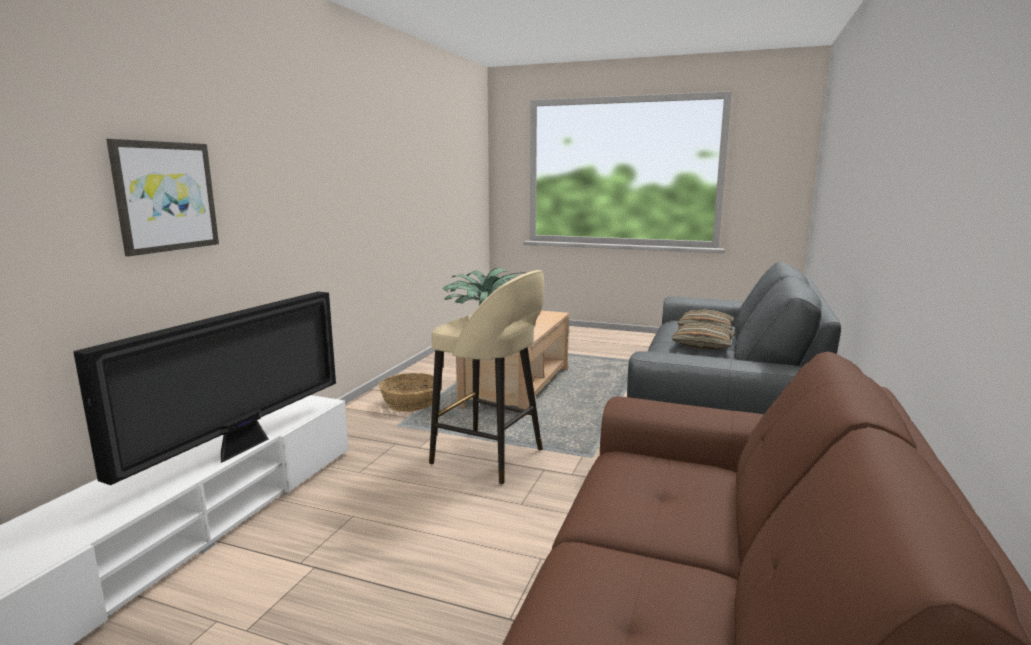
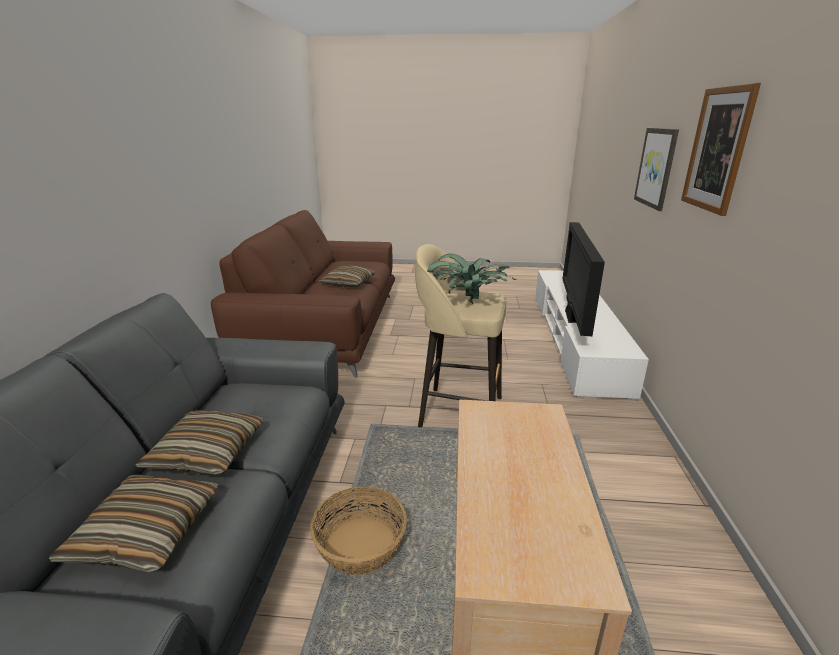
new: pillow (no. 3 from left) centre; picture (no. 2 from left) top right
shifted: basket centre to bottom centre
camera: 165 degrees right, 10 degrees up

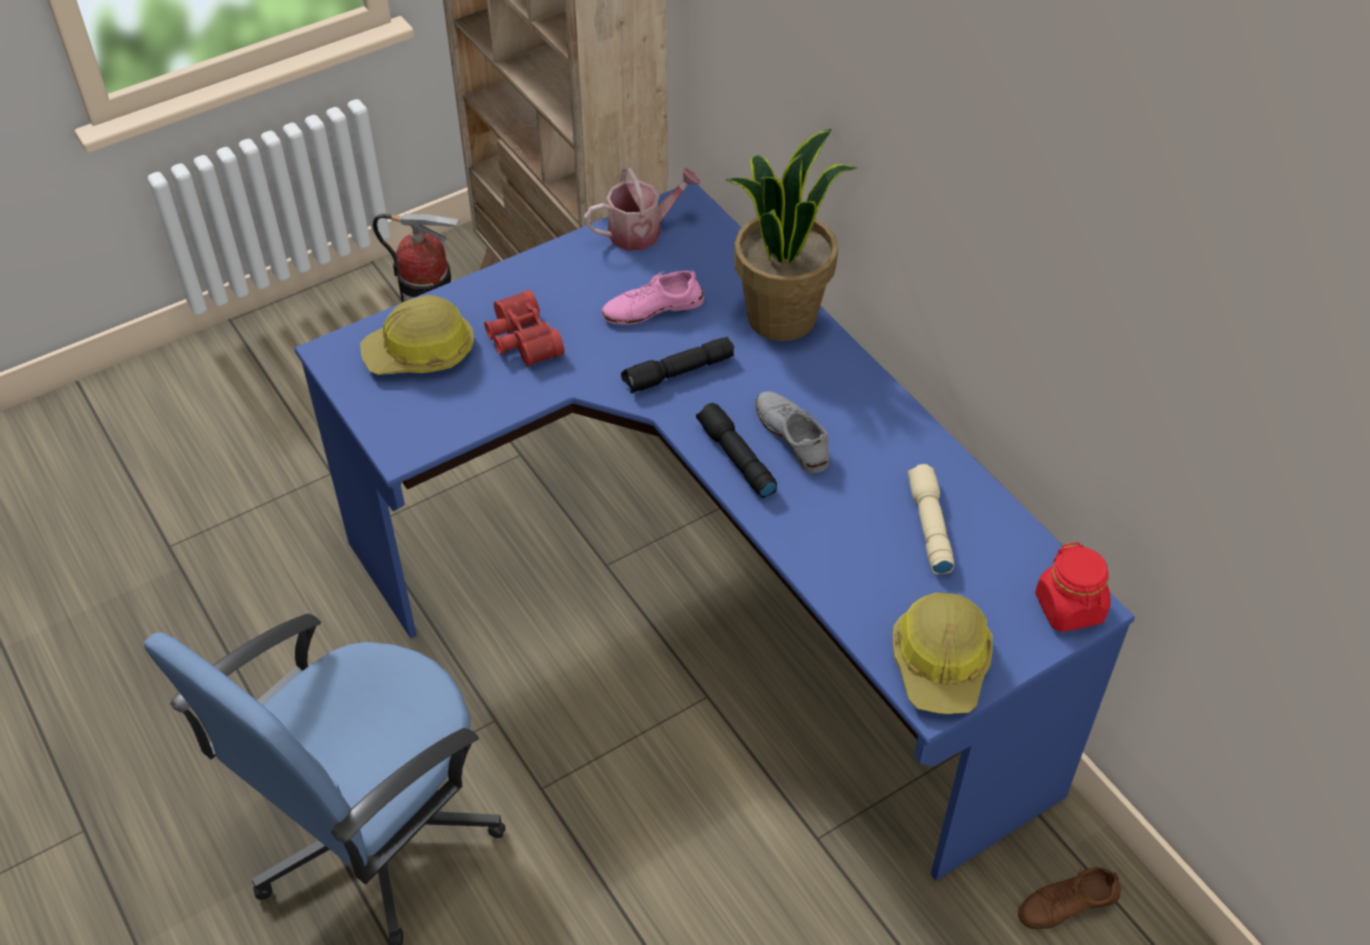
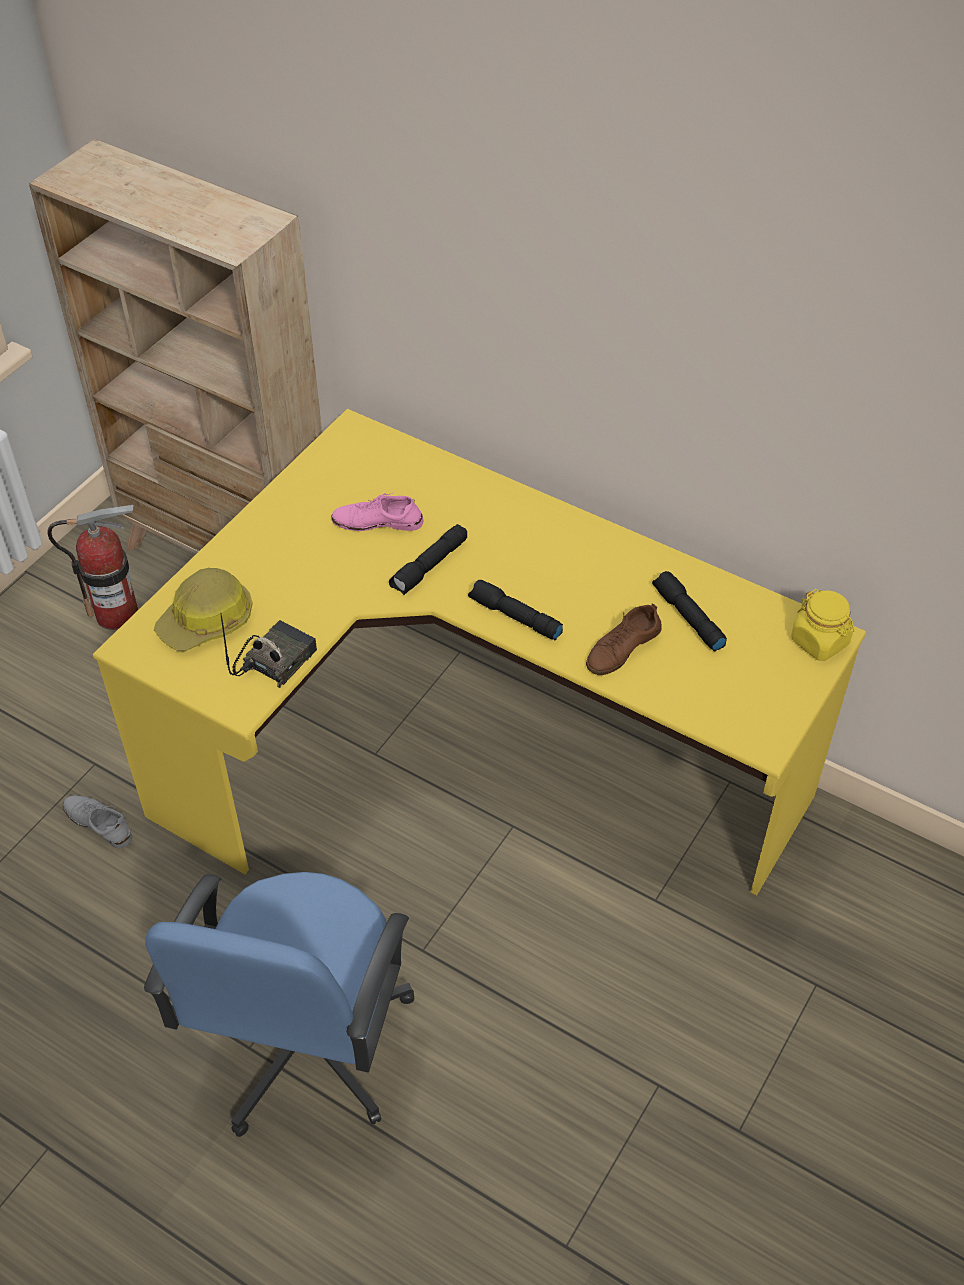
gone: binoculars (red) centre; watering can top centre; potted plant top centre; hard hat (no. 2 from left) bottom right
new: radio middle left
shifted: shoe (grey) centre to middle left; shoe (brown) bottom right to centre
repainted: desk (blue) centre to desk (yellow) centre; flashlight (beige) middle right to flashlight (black) (no. 3 from left) middle right; jar (red) middle right to jar (yellow) middle right
rotated: shoe (pink) top centre = centre 45 degrees clockwise
camera: 25 degrees left, 0 degrees up

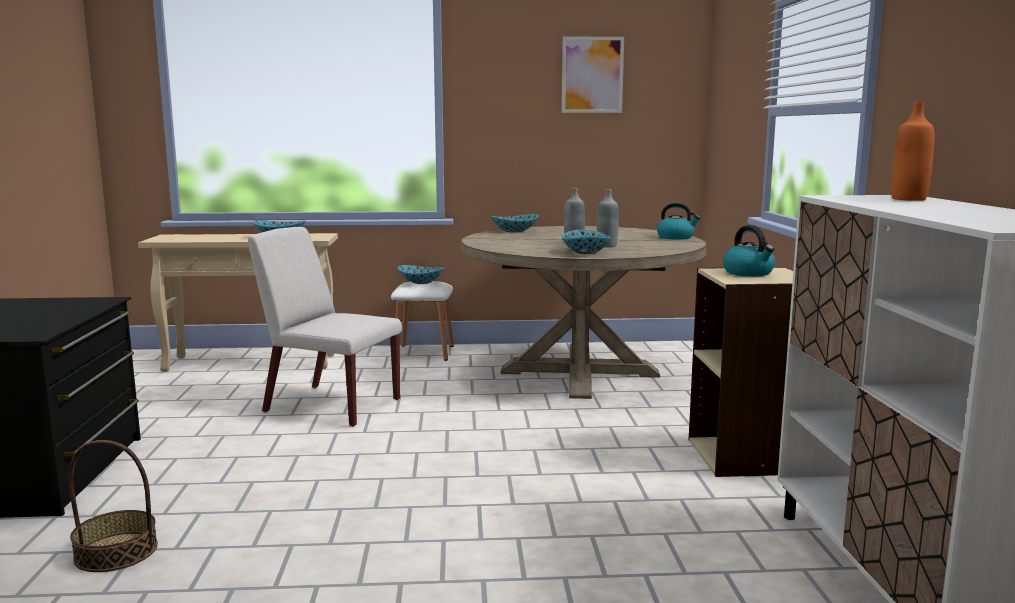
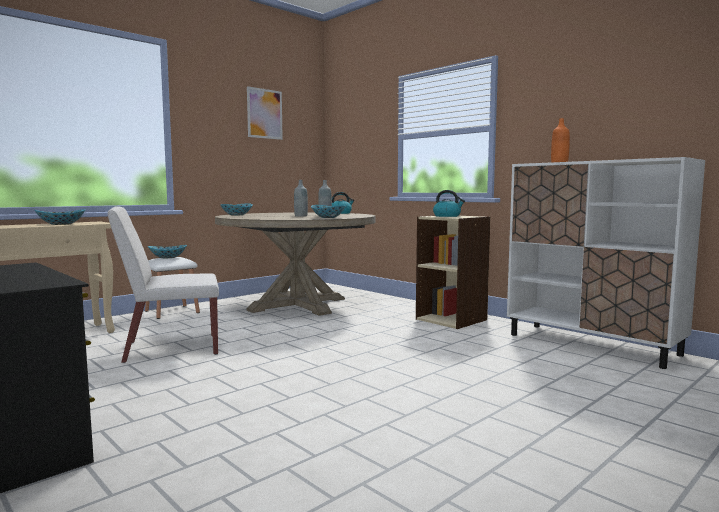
gone: basket bottom left
camera: 40 degrees left, 5 degrees down

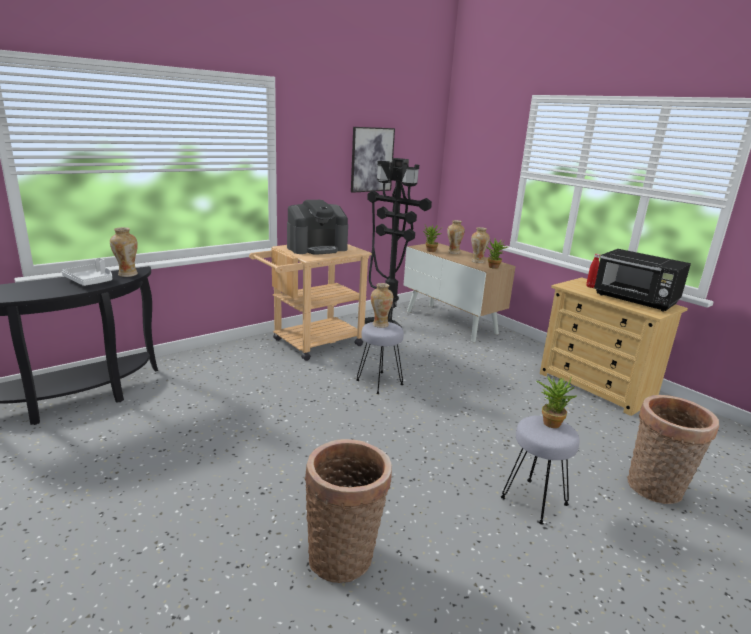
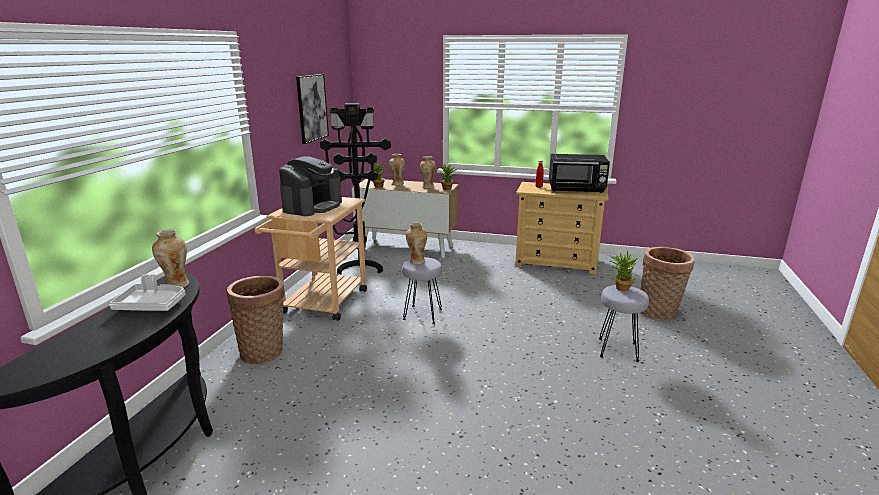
shifted: basket (no. 1 from left) bottom centre to middle left
camera: 35 degrees left, 0 degrees up

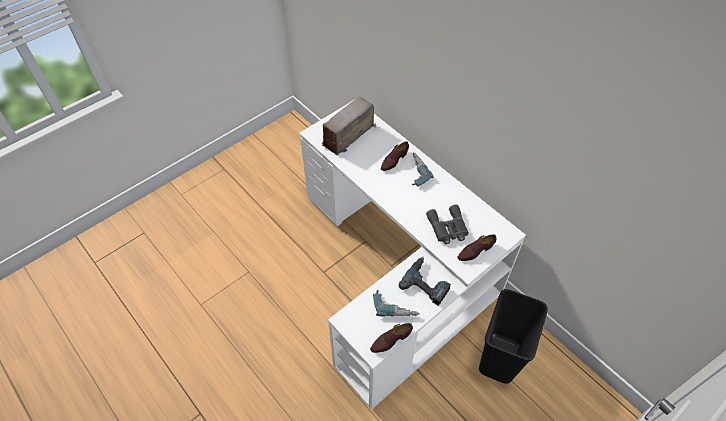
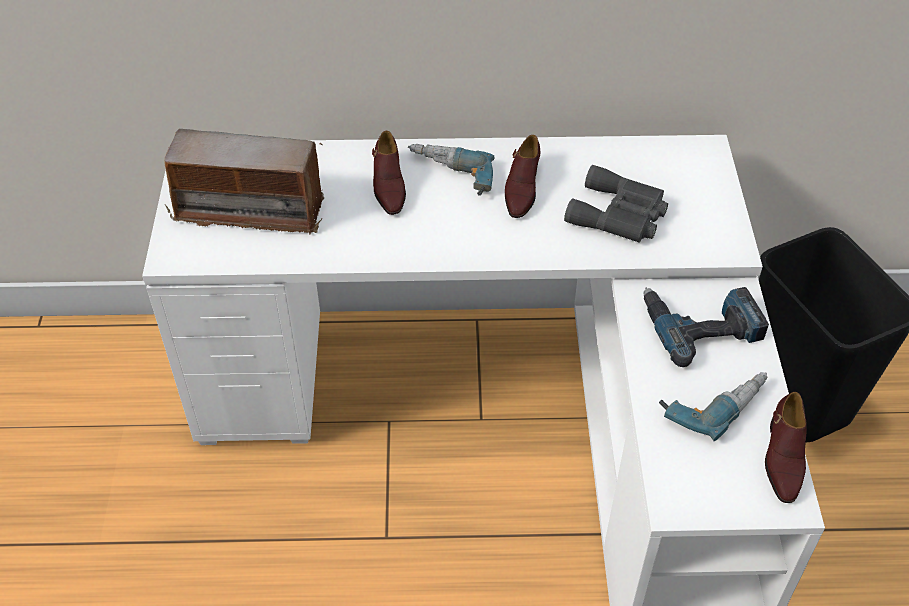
shifted: shoe (brown) (no. 3 from left in the first image) centre to shoe (brown) (no. 2 from left) top centre
rotated: radio top centre = top left 75 degrees counterclockwise
camera: 50 degrees left, 5 degrees down

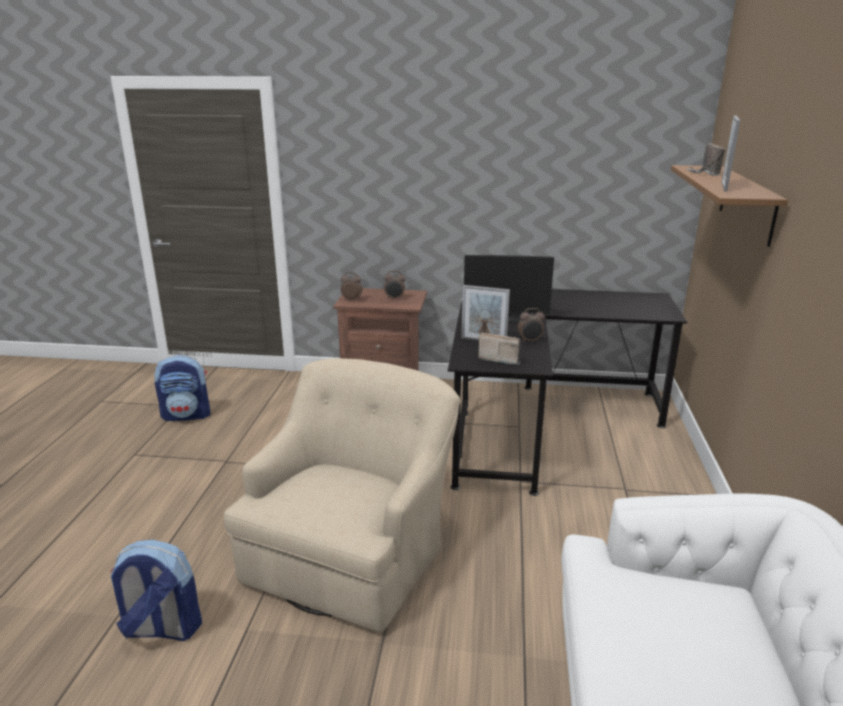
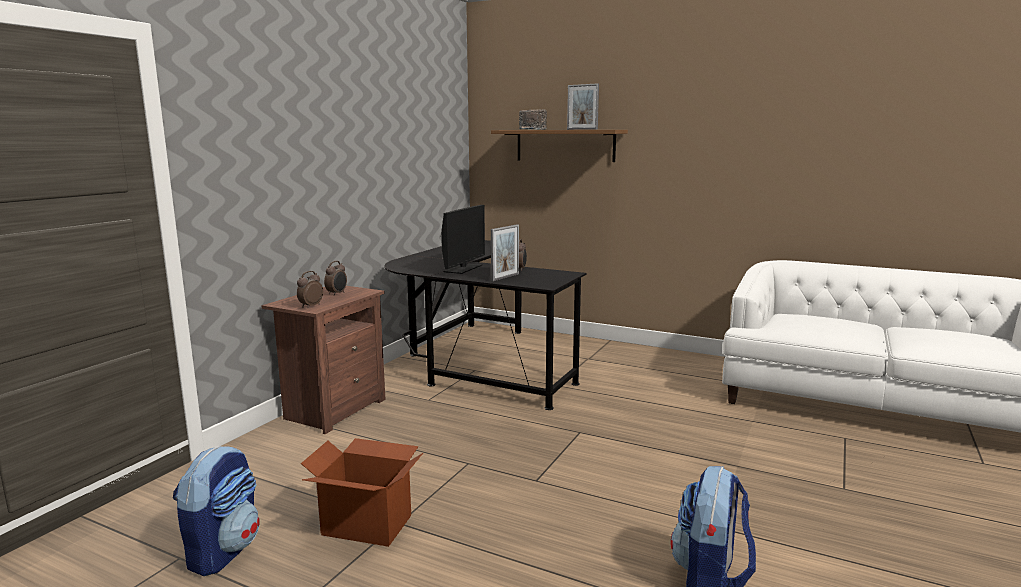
gone: armchair (beige) bottom centre; radio (no. 1 from left) centre
new: cardboard box bottom centre
camera: 70 degrees left, 10 degrees down

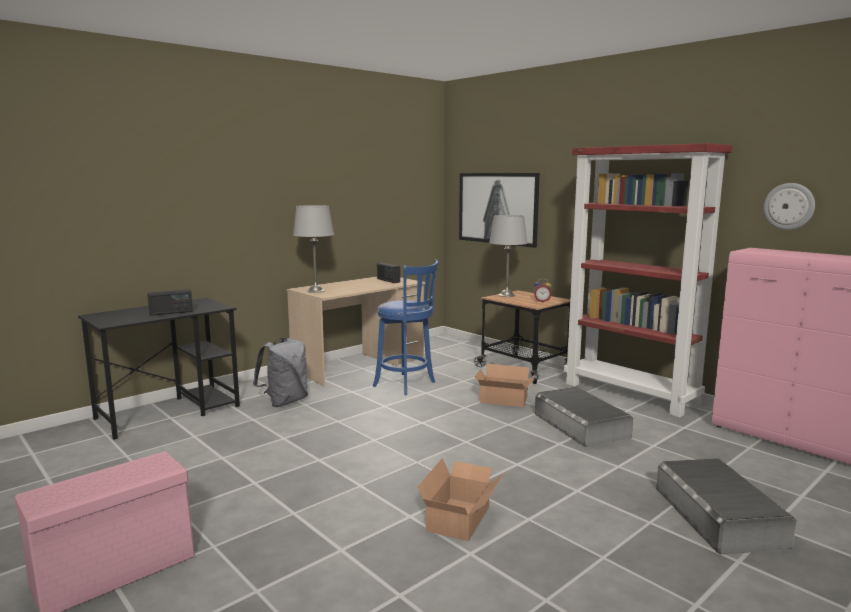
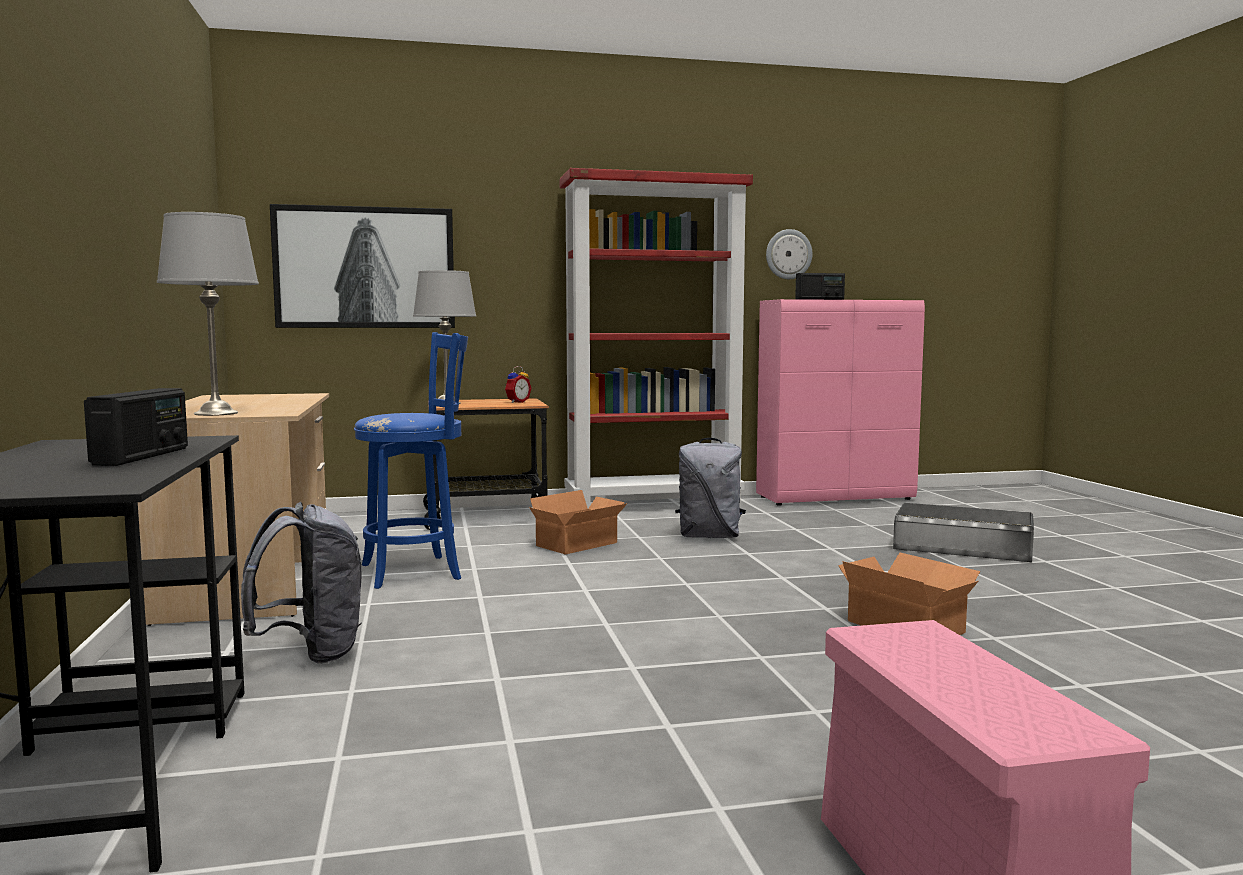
shifted: radio (no. 2 from left) centre to top centre
swapped: storage box (grey) (no. 1 from left) bottom right to backpack (grey) (no. 2 from left) centre
camera: 60 degrees left, 5 degrees down

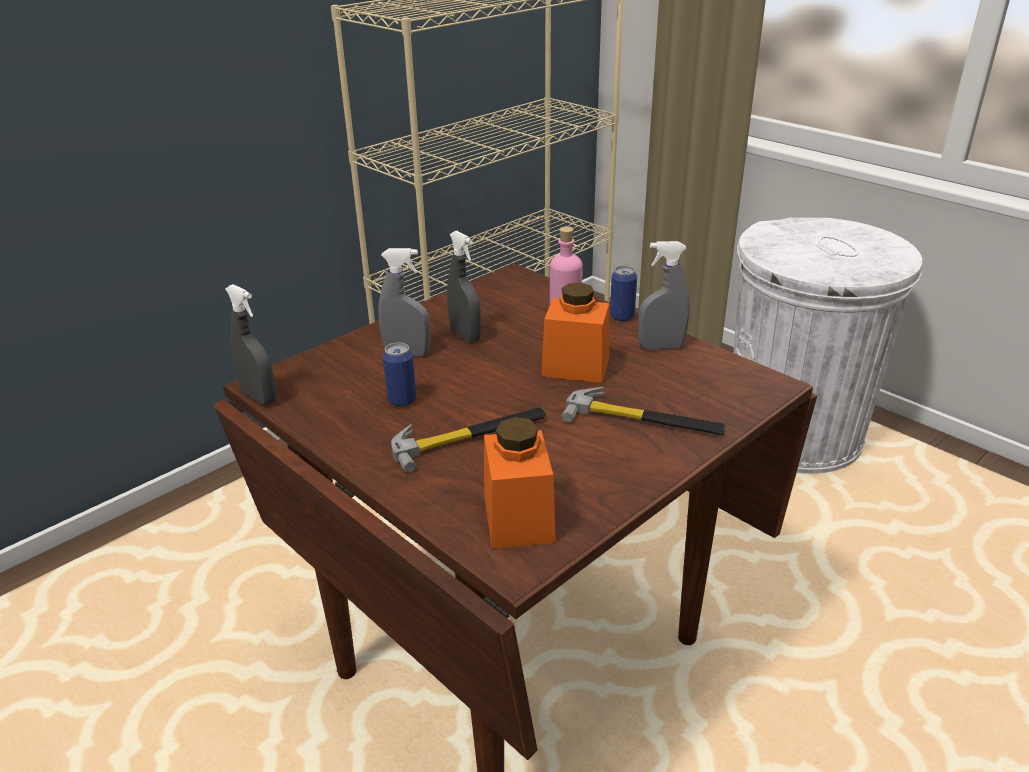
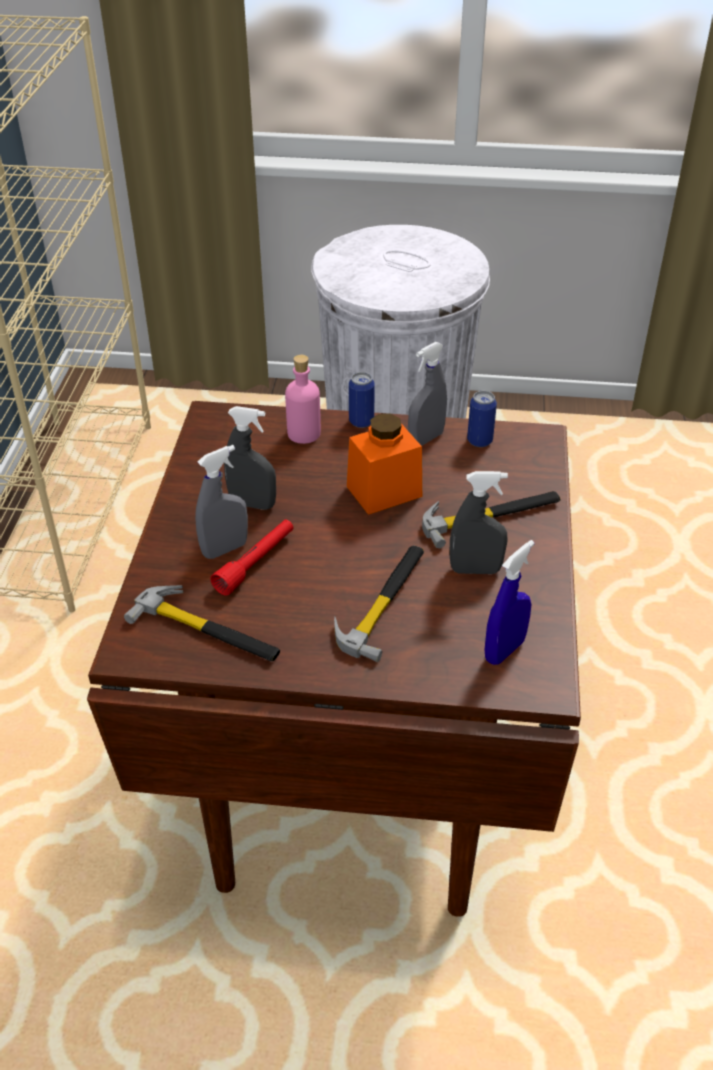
new: hammer (no. 1 from left) middle left; flashlight (red) centre
shifted: spray bottle (grey) (no. 1 from left in the first image) middle left to spray bottle (grey) (no. 4 from left) middle right; can (no. 1 from left in the first image) centre to can (no. 2 from left) middle right
swapped: jar (orange) (no. 1 from left) centre to spray bottle (blue) middle right
camera: 40 degrees left, 10 degrees up

